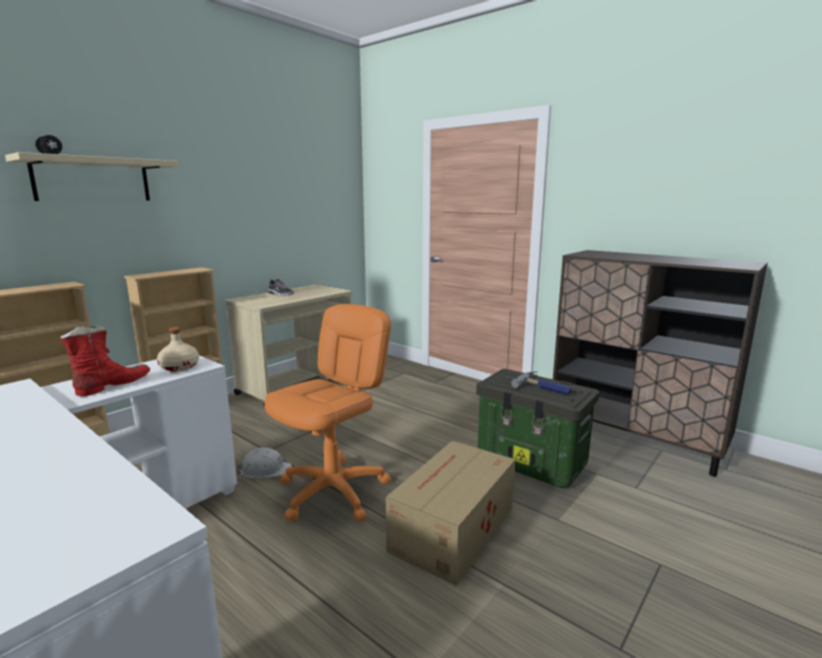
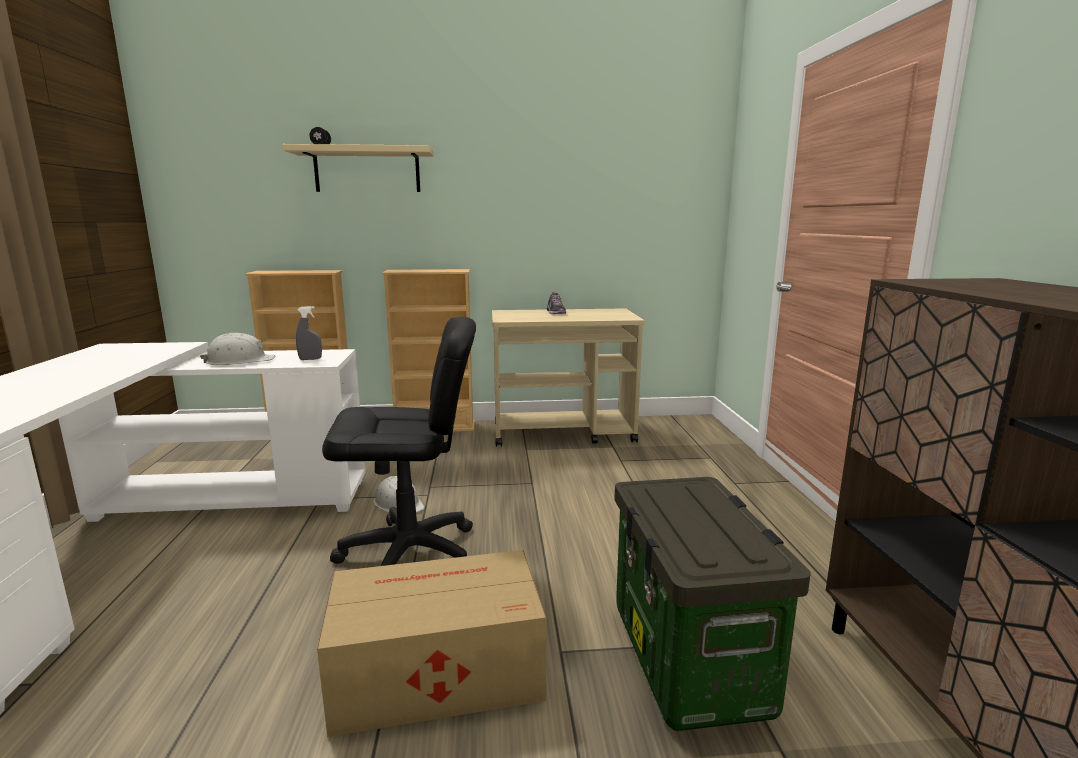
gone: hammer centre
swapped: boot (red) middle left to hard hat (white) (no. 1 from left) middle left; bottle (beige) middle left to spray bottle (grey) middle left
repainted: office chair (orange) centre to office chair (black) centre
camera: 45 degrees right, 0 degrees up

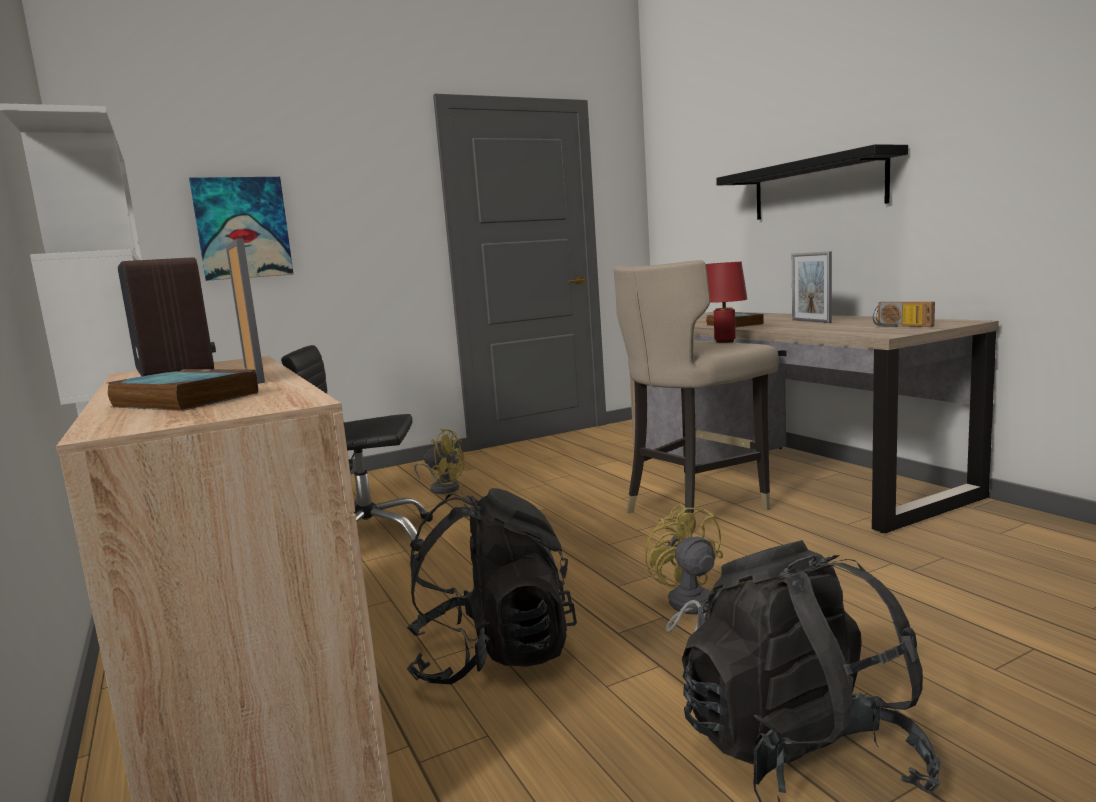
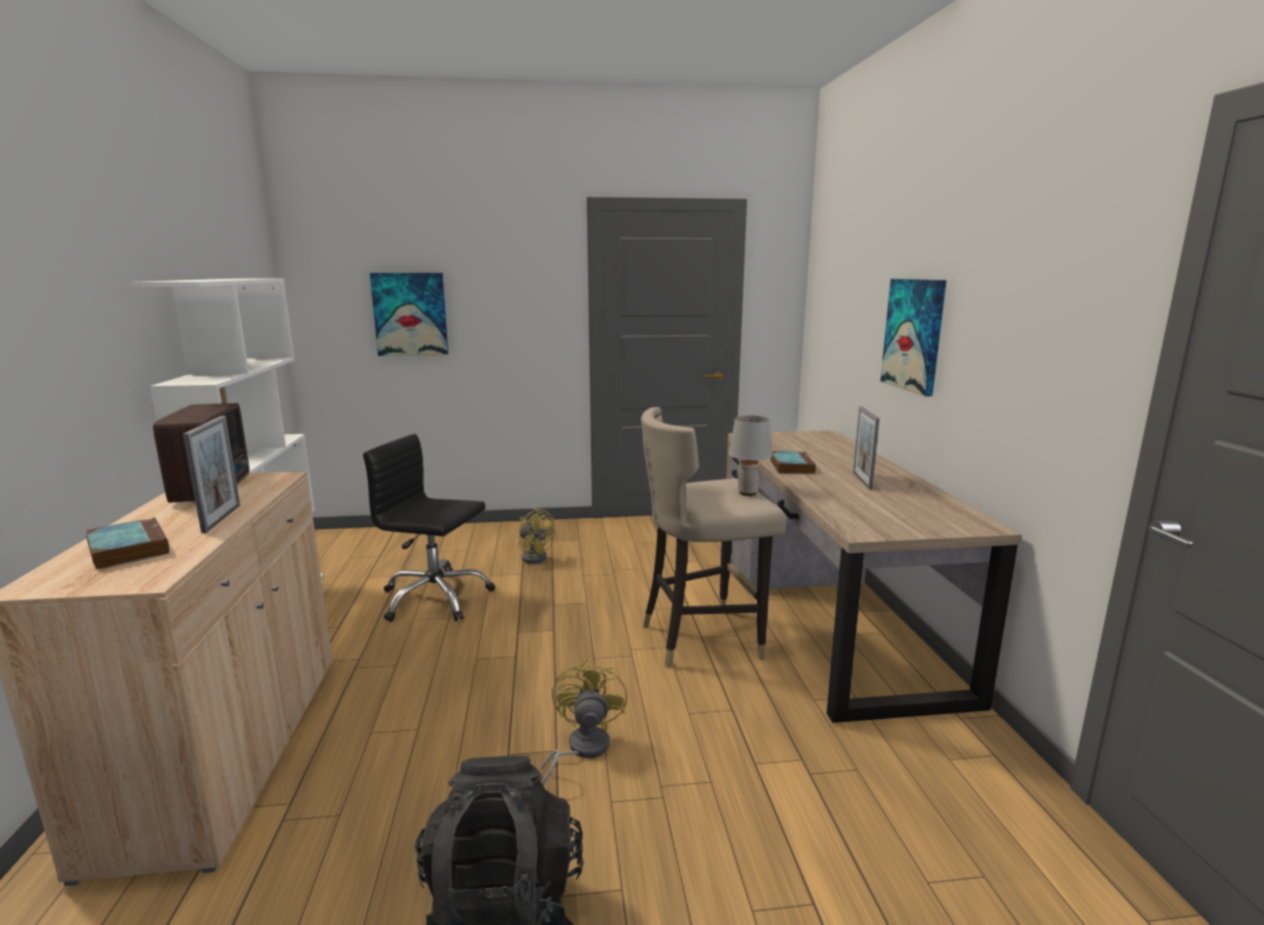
gone: backpack (black) (no. 1 from left) bottom centre; radio (no. 2 from left) middle right
swapped: shelf (black) top right to picture (no. 2 from left) middle right
repainted: table lamp (red) centre to table lamp (grey) centre
camera: 20 degrees right, 5 degrees up

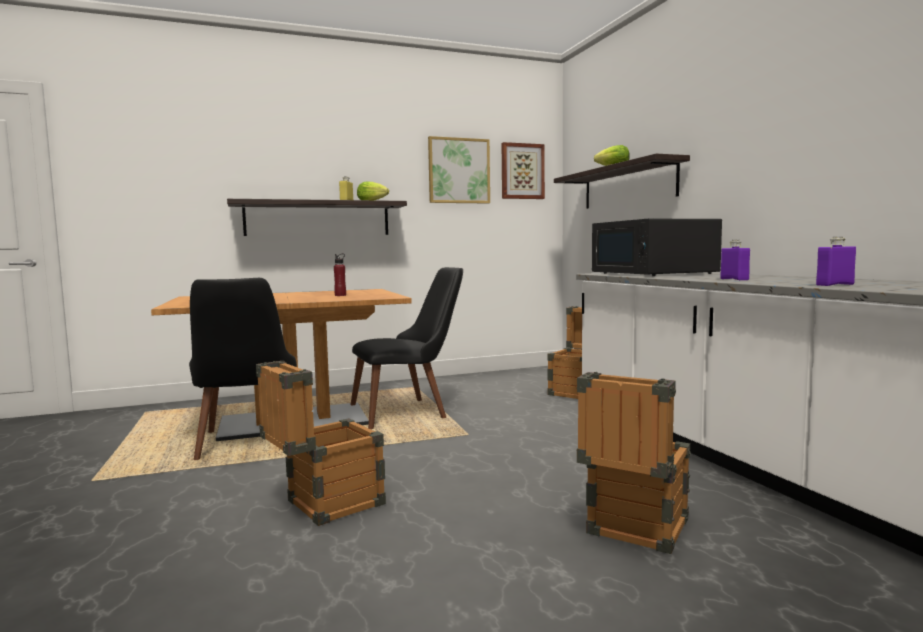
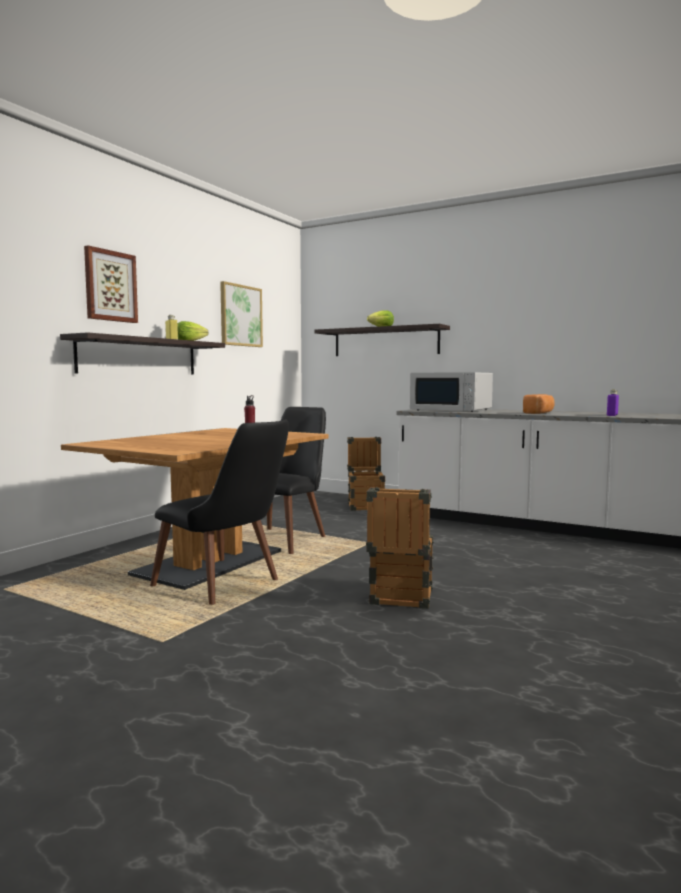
gone: crate (no. 3 from left) bottom right
shifted: picture (no. 2 from left in the first image) top centre to picture (no. 1 from left) top left
swapped: bottle (purple) (no. 1 from left) middle right to bread middle right
repainted: microwave (black) middle right to microwave (white) centre
camera: 40 degrees left, 0 degrees up

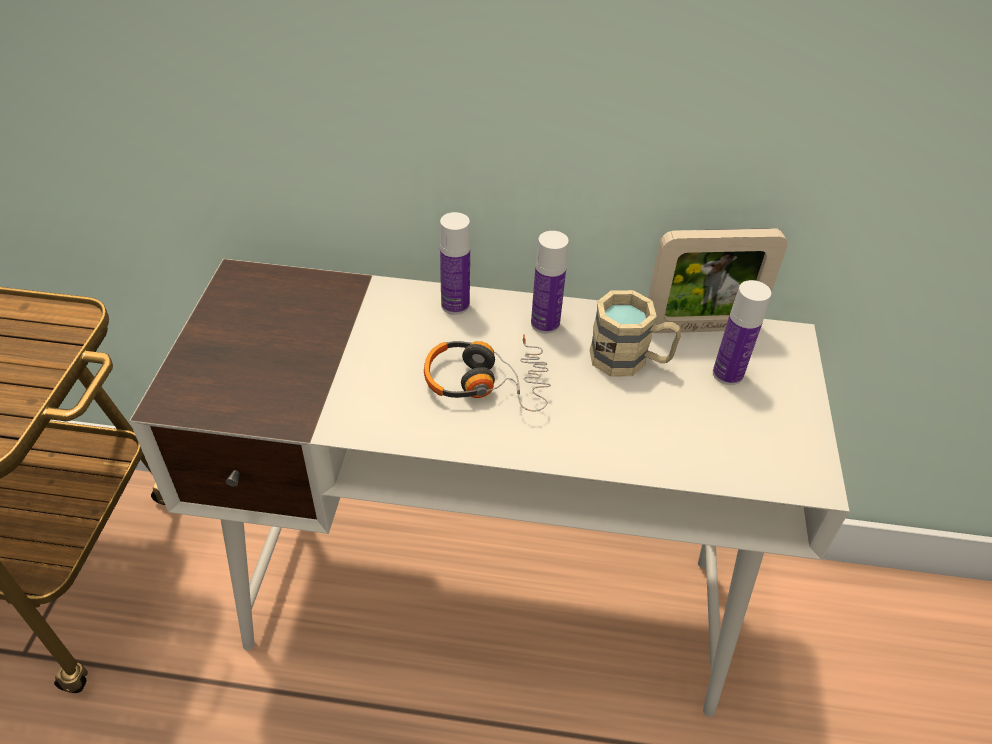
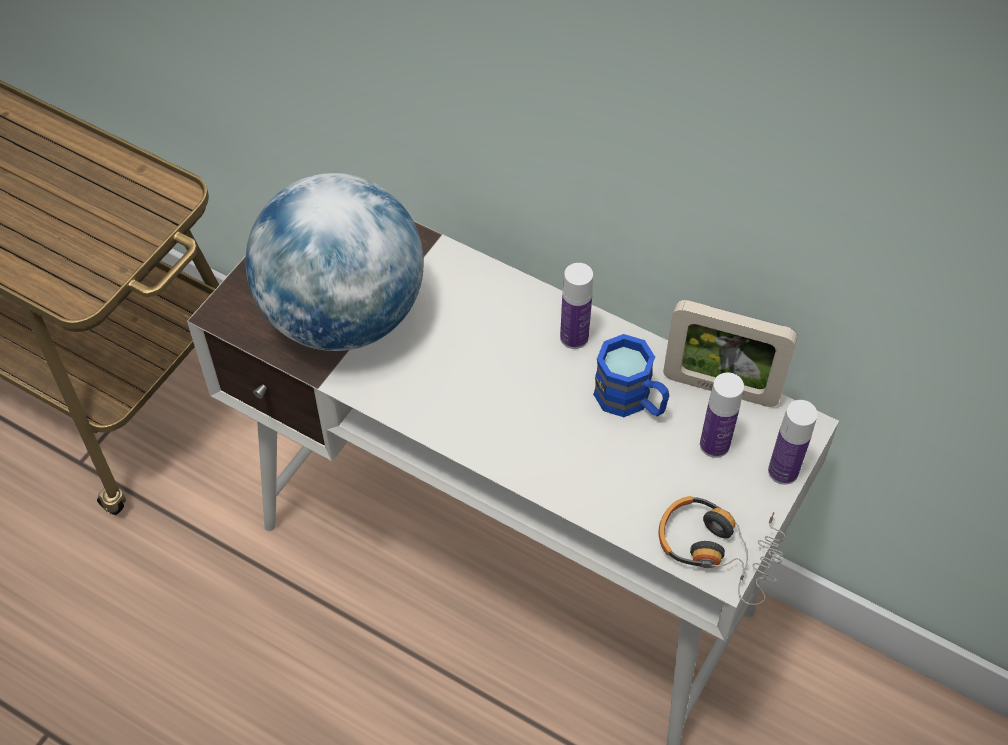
new: globe middle left
shifted: headphones centre to bottom right; bottle (no. 1 from left in the first image) centre to bottle (no. 3 from left) middle right
repainted: mug (beige) centre to mug (blue) centre
camera: 25 degrees right, 10 degrees up

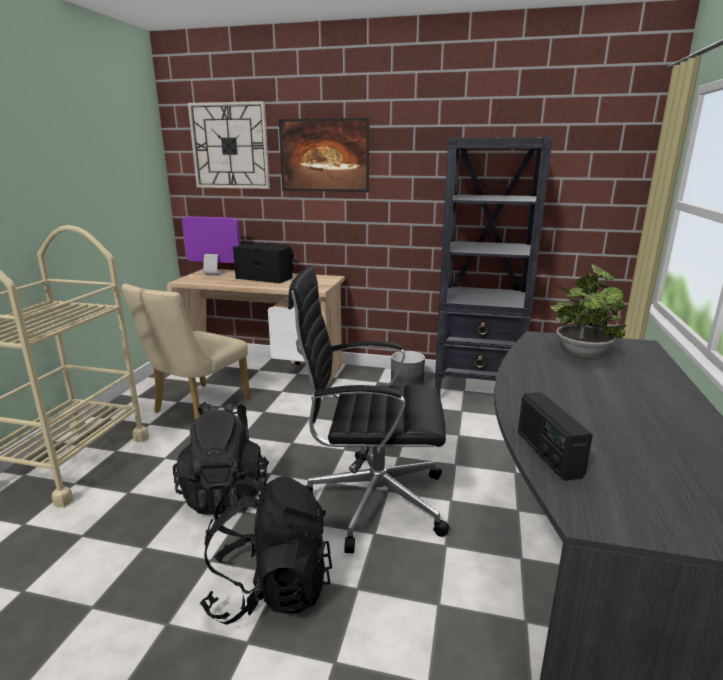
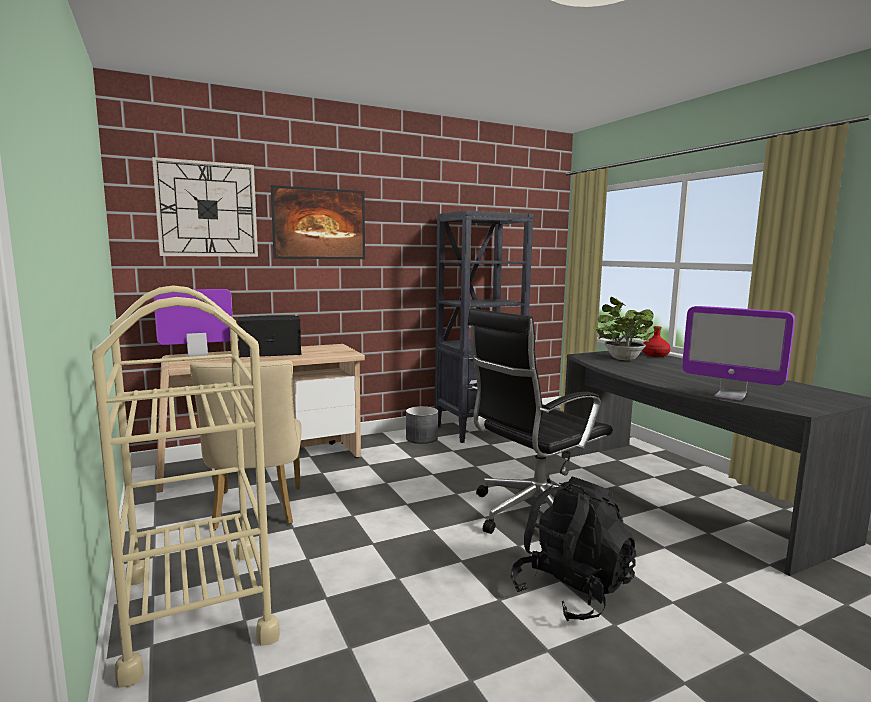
gone: backpack (black) (no. 1 from left) bottom left
new: bottle (red) middle right
swapped: radio middle right to monitor (no. 2 from left) middle right
camera: 40 degrees left, 10 degrees down

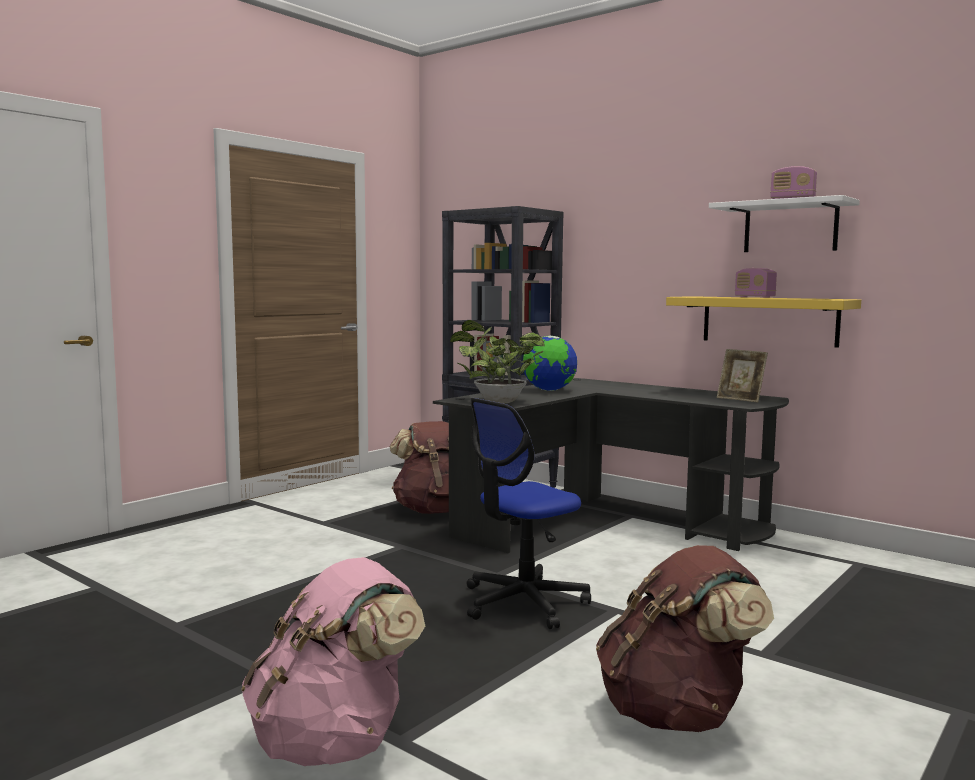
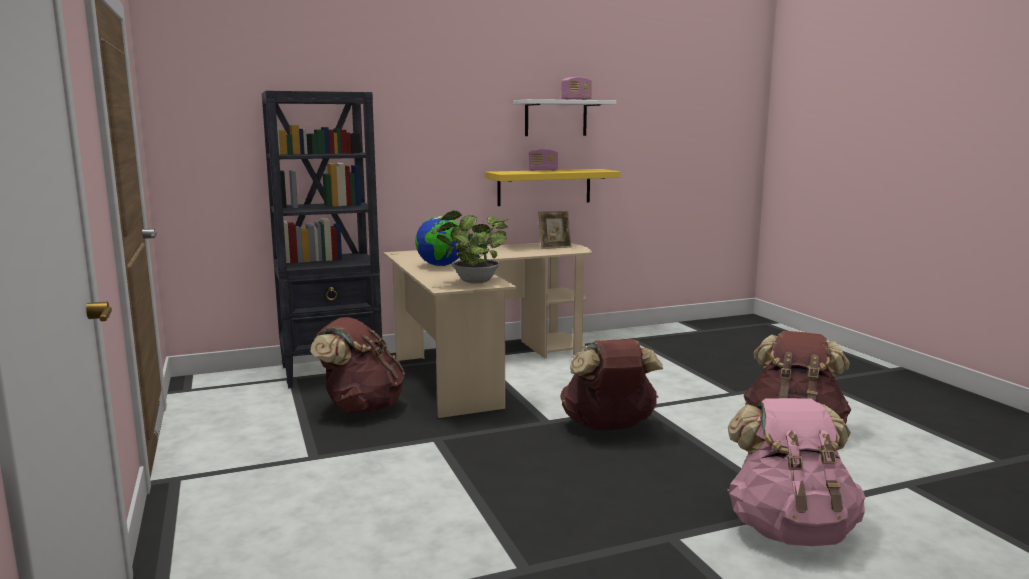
swapped: office chair centre to backpack (brown) (no. 2 from left) centre
repainted: desk (black) centre to desk (beige) centre
camera: 60 degrees left, 5 degrees up

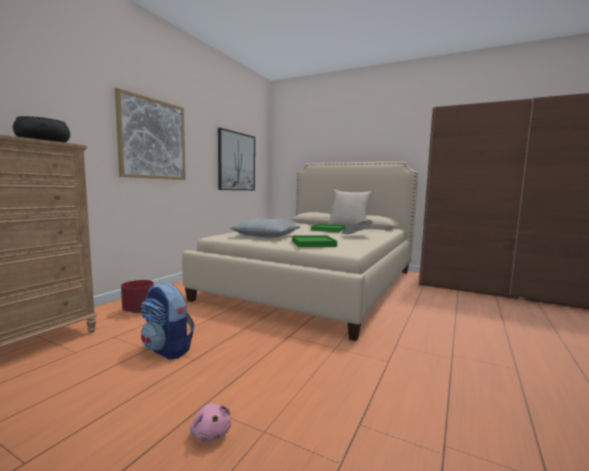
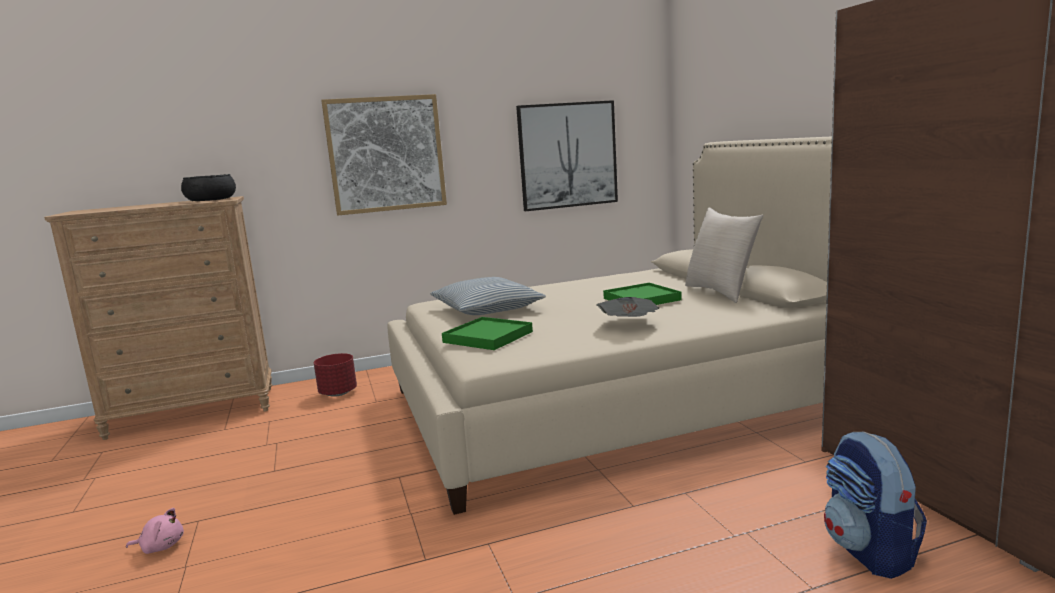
shifted: backpack bottom left to bottom right
rotated: plush toy (pink) bottom centre = bottom left 105 degrees counterclockwise
camera: 45 degrees right, 5 degrees up

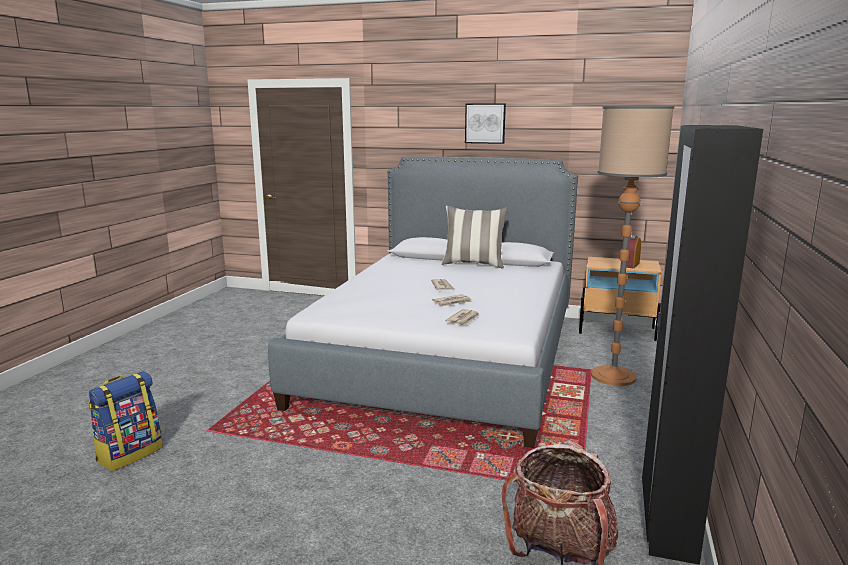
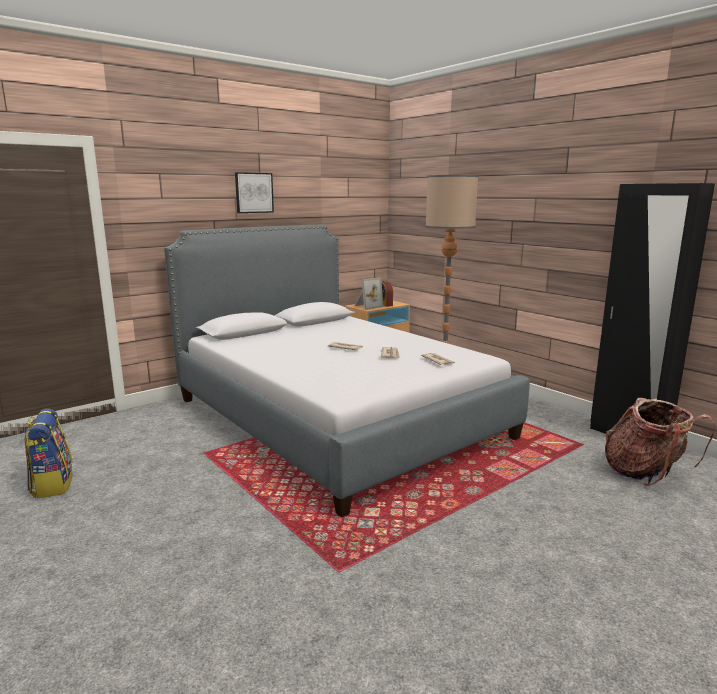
gone: pillow centre
new: picture frame centre
shifted: backpack (no. 1 from left) bottom left to middle left
camera: 55 degrees left, 0 degrees up

